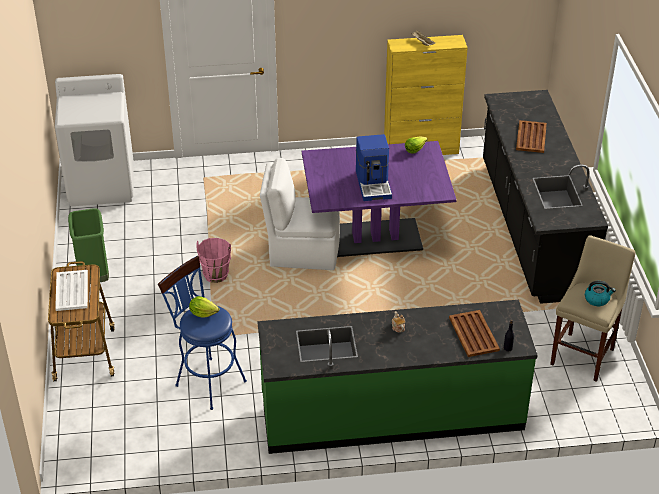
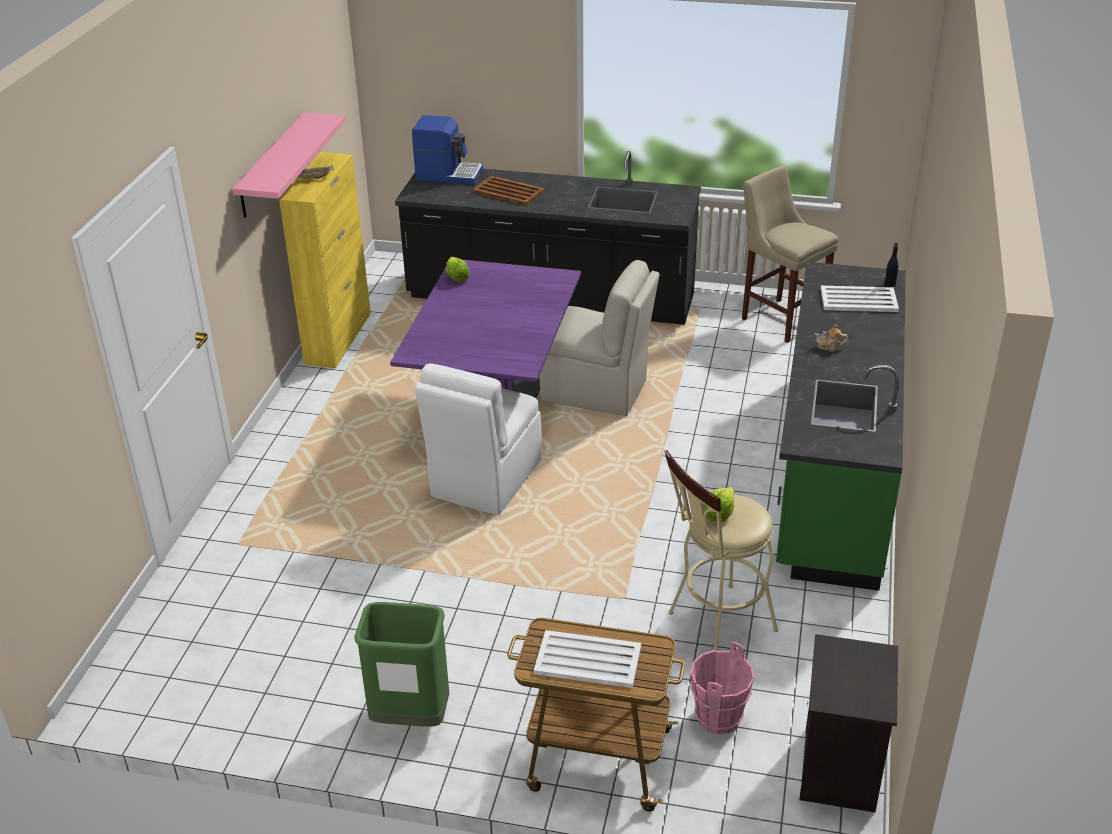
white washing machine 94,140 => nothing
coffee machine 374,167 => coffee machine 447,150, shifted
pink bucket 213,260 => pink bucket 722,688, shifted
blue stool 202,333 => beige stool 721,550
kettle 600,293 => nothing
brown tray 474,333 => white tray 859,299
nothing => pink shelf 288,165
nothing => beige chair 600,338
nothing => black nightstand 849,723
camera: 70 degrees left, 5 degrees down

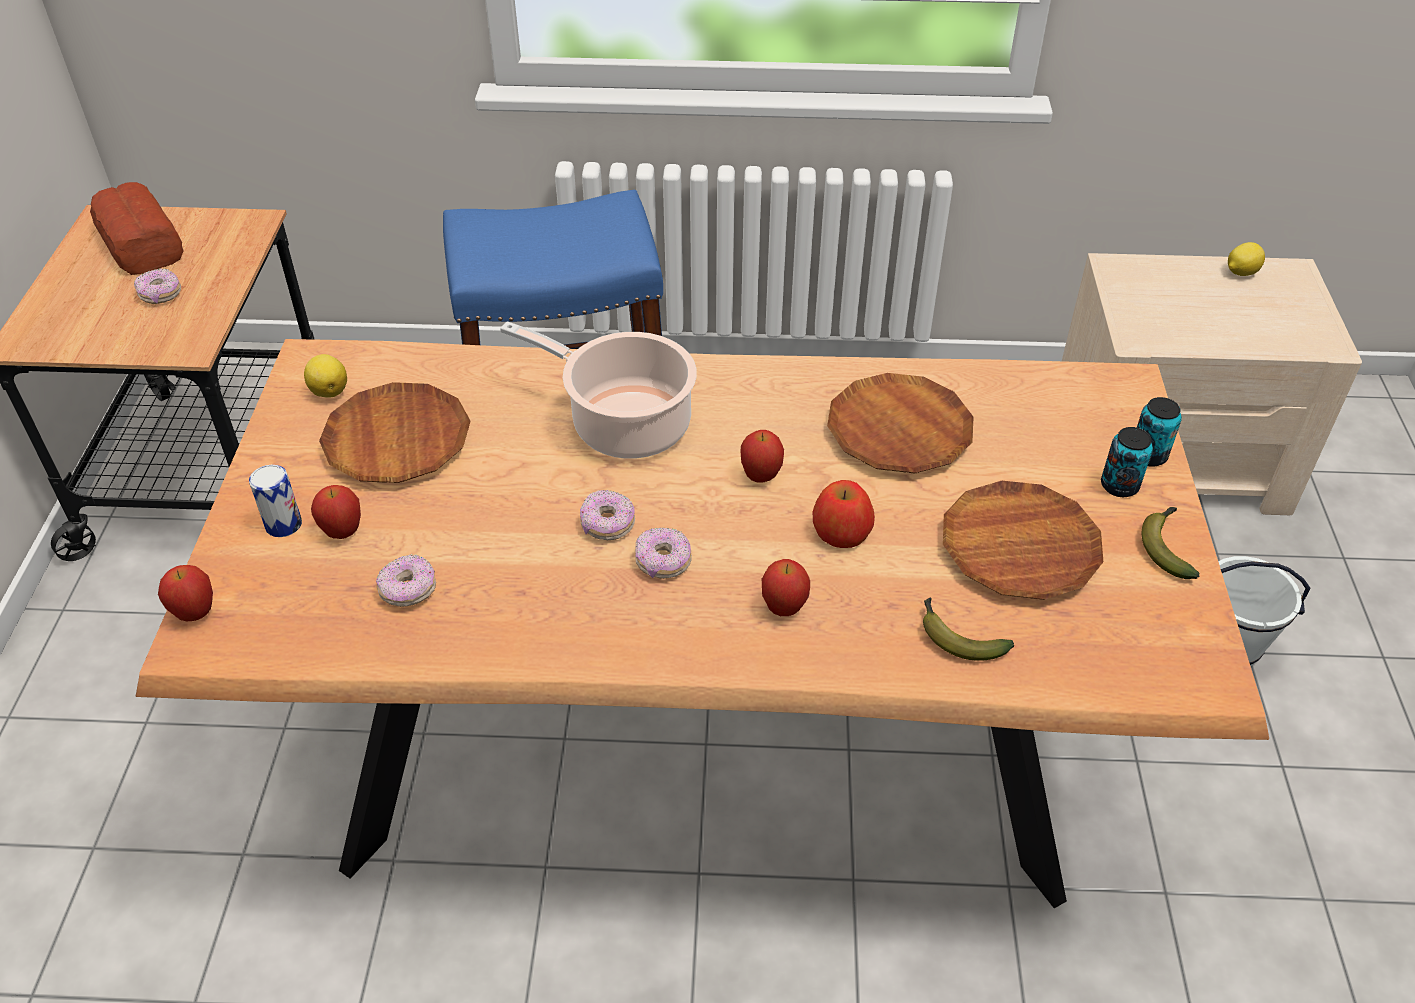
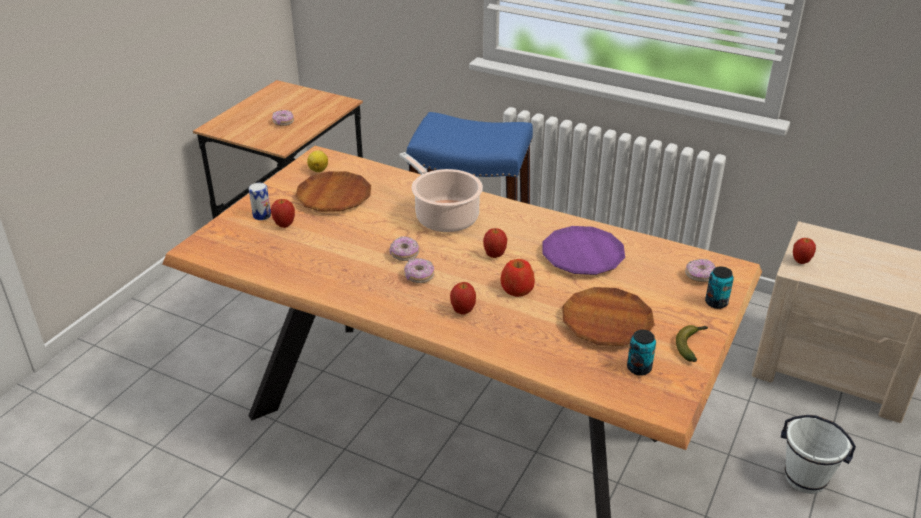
bread 137,228 => nothing
lemon 1246,259 => nothing
brown plate 900,423 => purple plate 583,250
can 1127,462 => can 641,353, shifted
donut 406,580 => donut 700,270, shifted
apple 185,593 => apple 804,251, shifted
banana 968,629 => nothing
camera: 25 degrees right, 10 degrees down

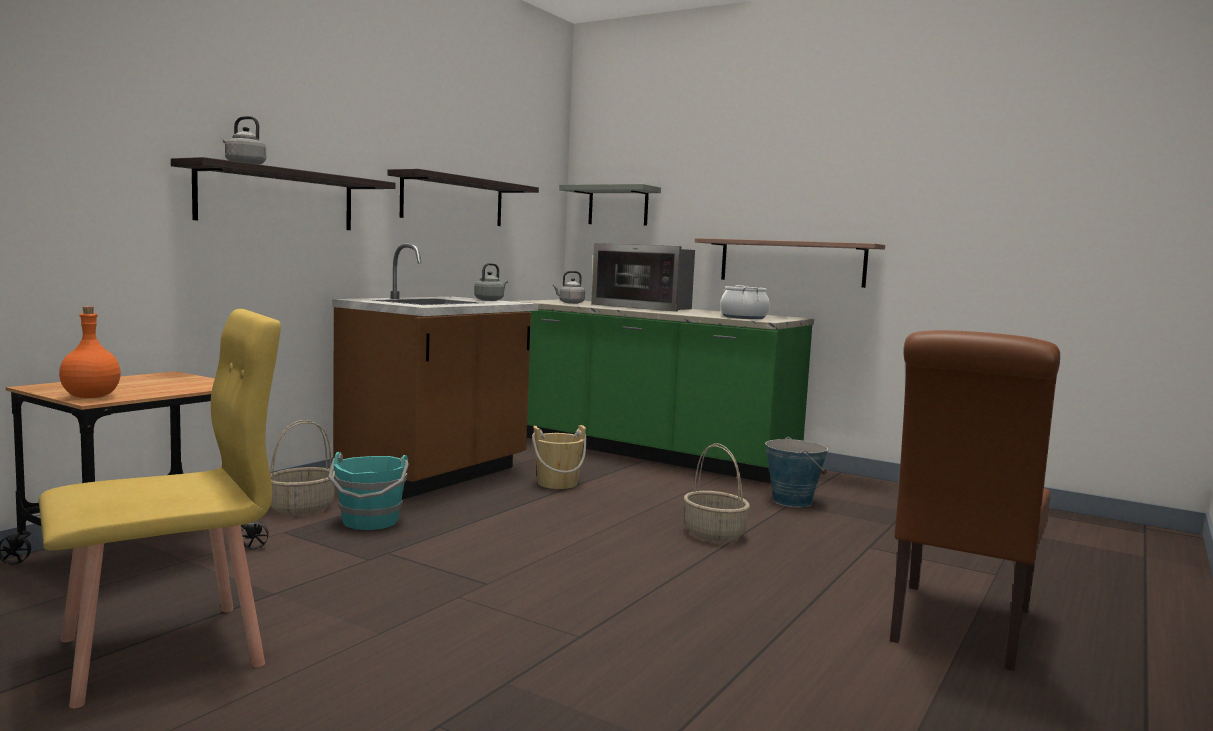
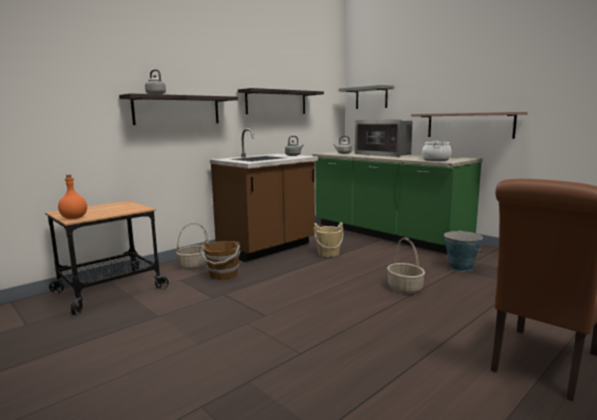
yellow chair 160,509 => nothing
turquoise bucket 368,491 => brown bucket 220,260
camera: 15 degrees right, 5 degrees up

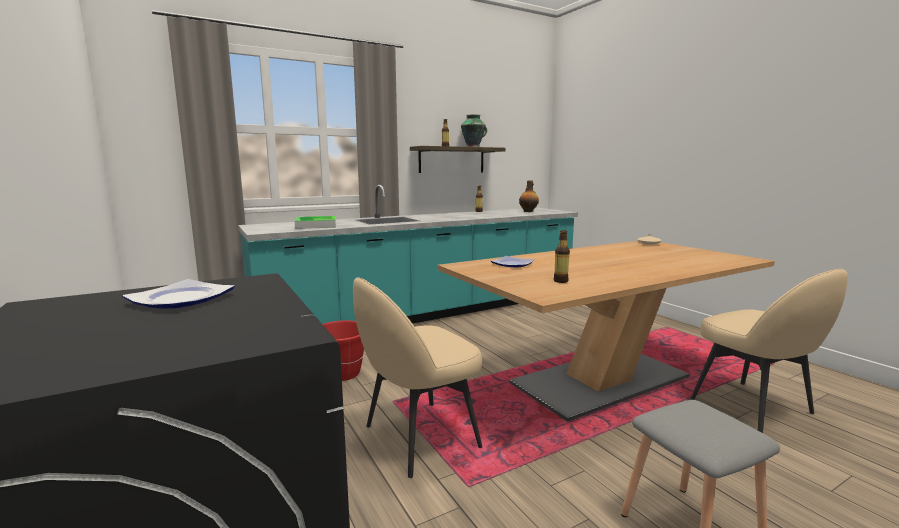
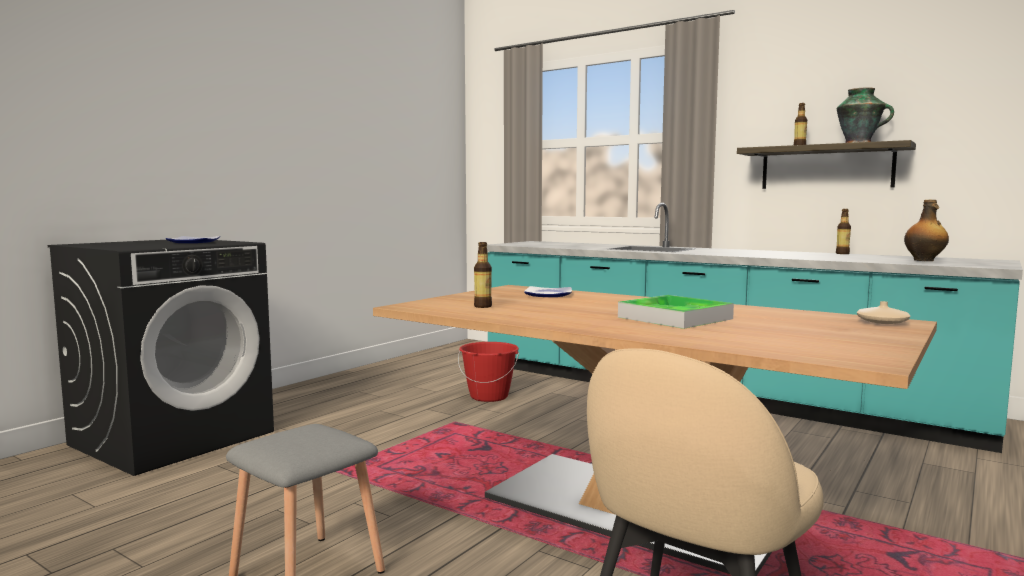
tray 315,222 => tray 676,312, shifted
beige chair 417,377 => nothing
camera: 65 degrees right, 5 degrees down

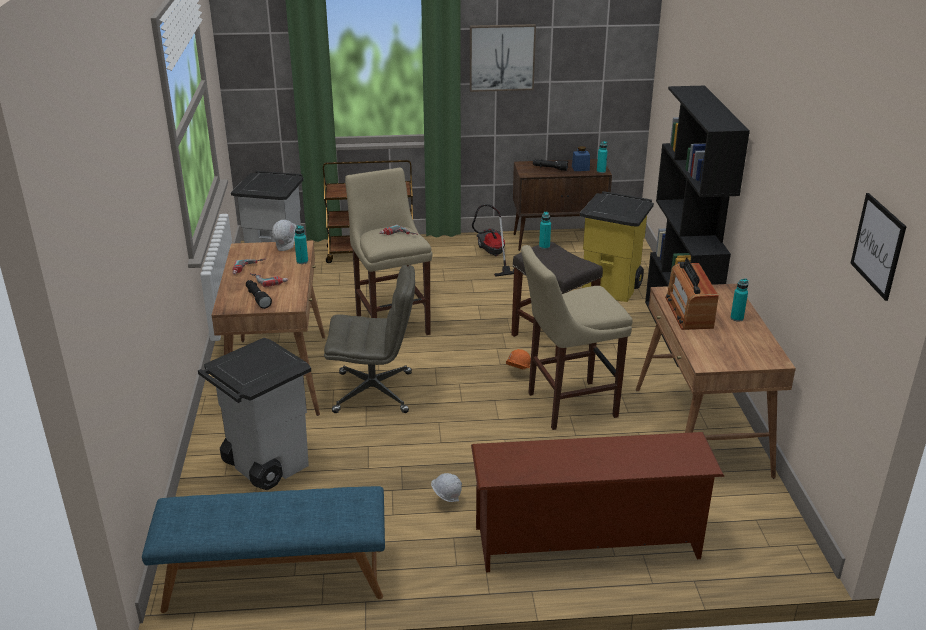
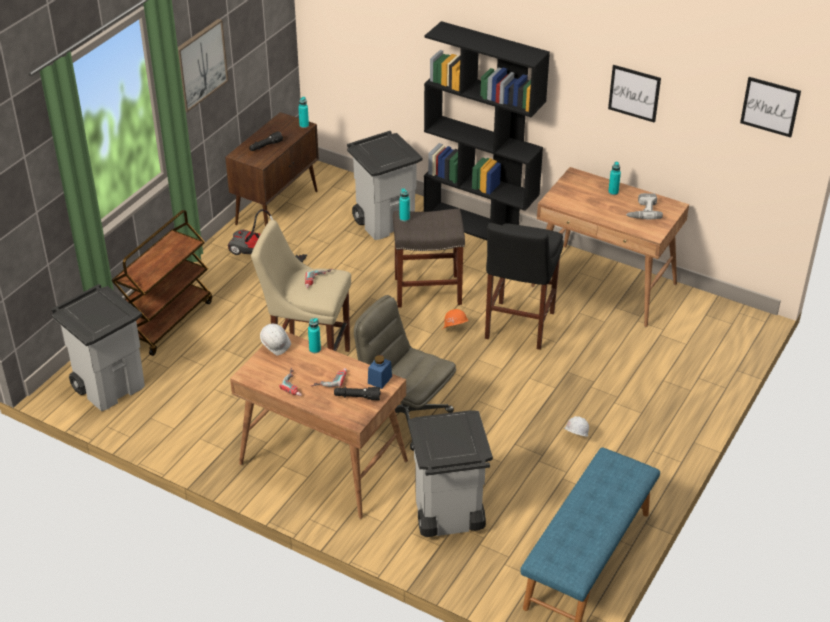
blue jar 581,158 => blue jar 380,372, shifted
yellow trash can 617,246 => grey trash can 384,185
beige stool 577,337 => black stool 524,286
radio 692,293 => nothing
grey office chair 369,339 => grey office chair 405,373, 90 degrees counterclockwise
brown shoe rack 598,502 => nothing
nothing => picture 634,94
nothing => power drill 644,206
camera: 55 degrees left, 10 degrees up

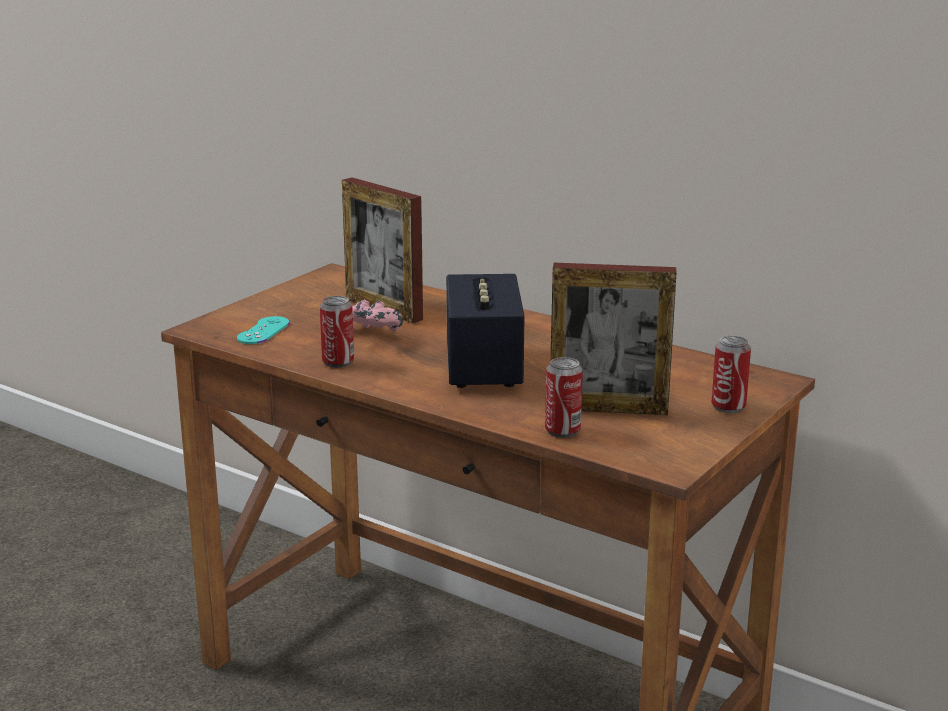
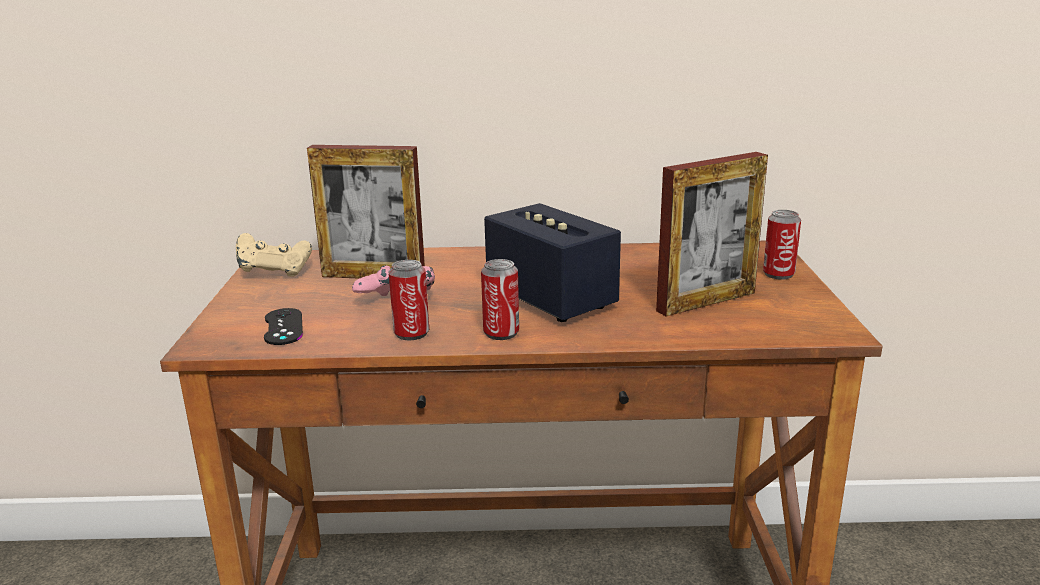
turquoise game controller 263,330 => black game controller 283,326
can 564,397 => can 500,299, shifted
nothing => beige game controller 274,255
camera: 35 degrees left, 0 degrees up

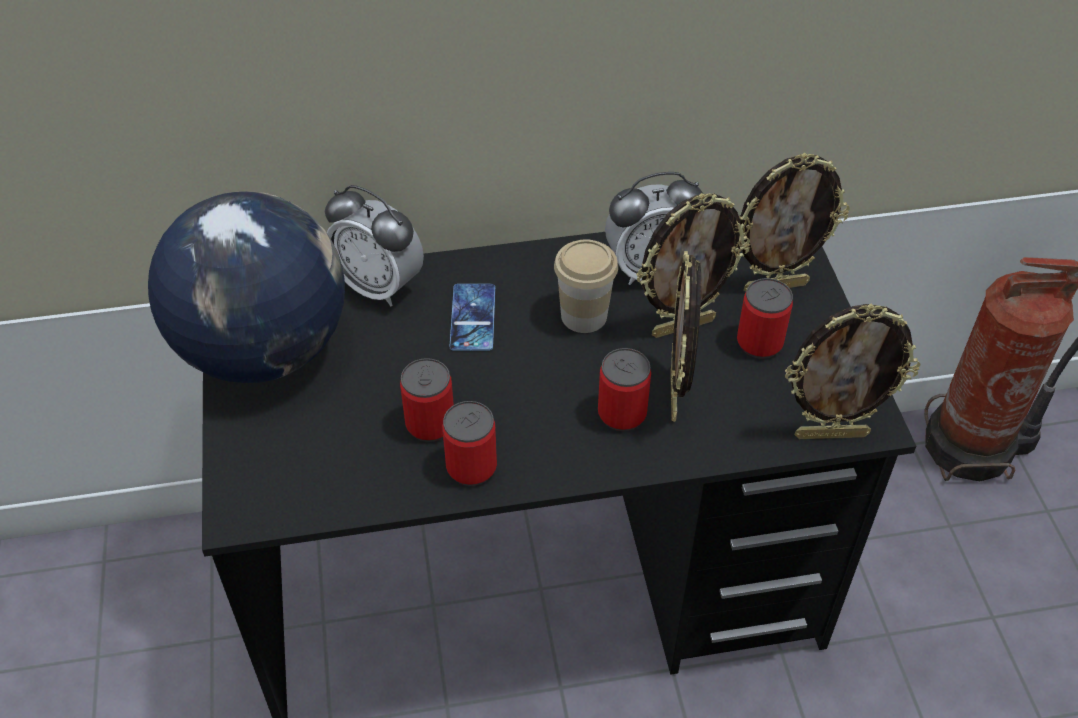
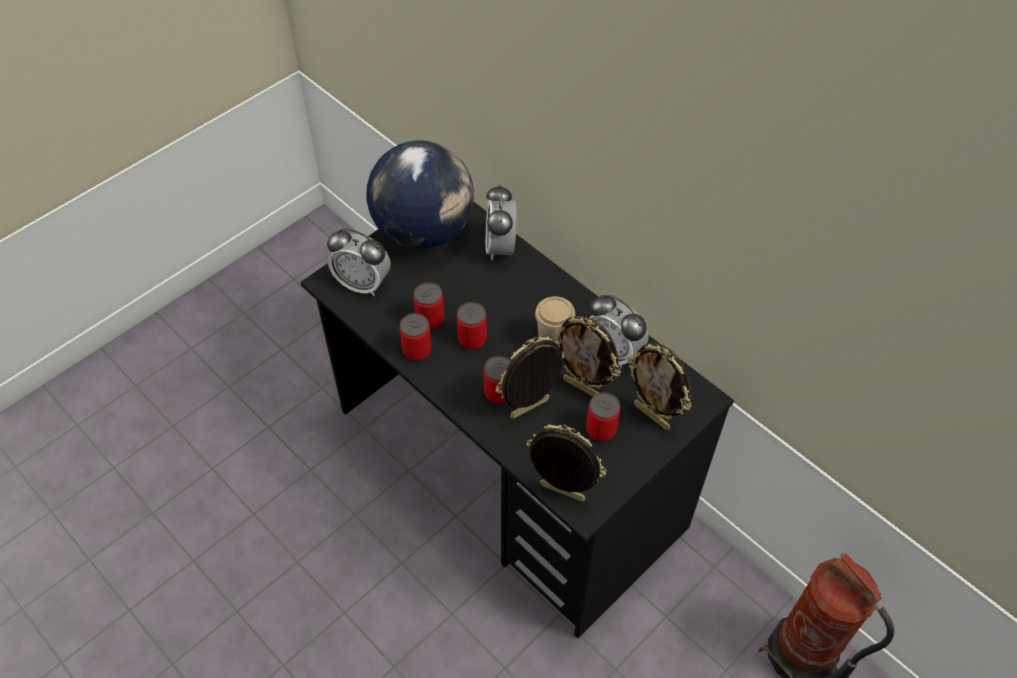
phone 472,317 => nothing
picture frame 852,371 => picture frame 566,463, 150 degrees clockwise
nothing => alarm clock 359,262
nothing => can 472,326
camera: 55 degrees right, 5 degrees up

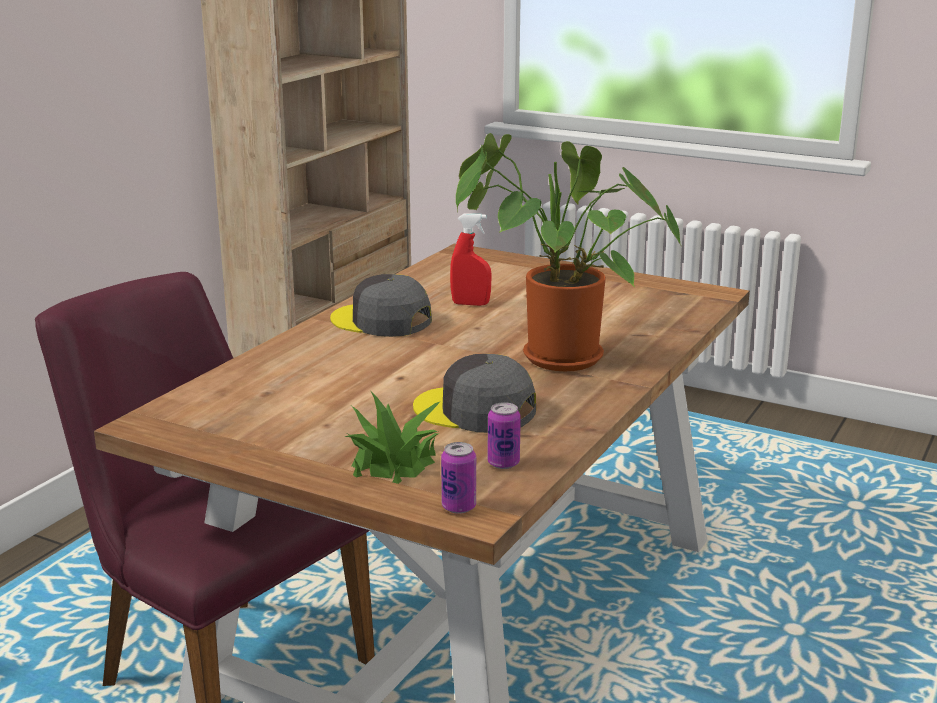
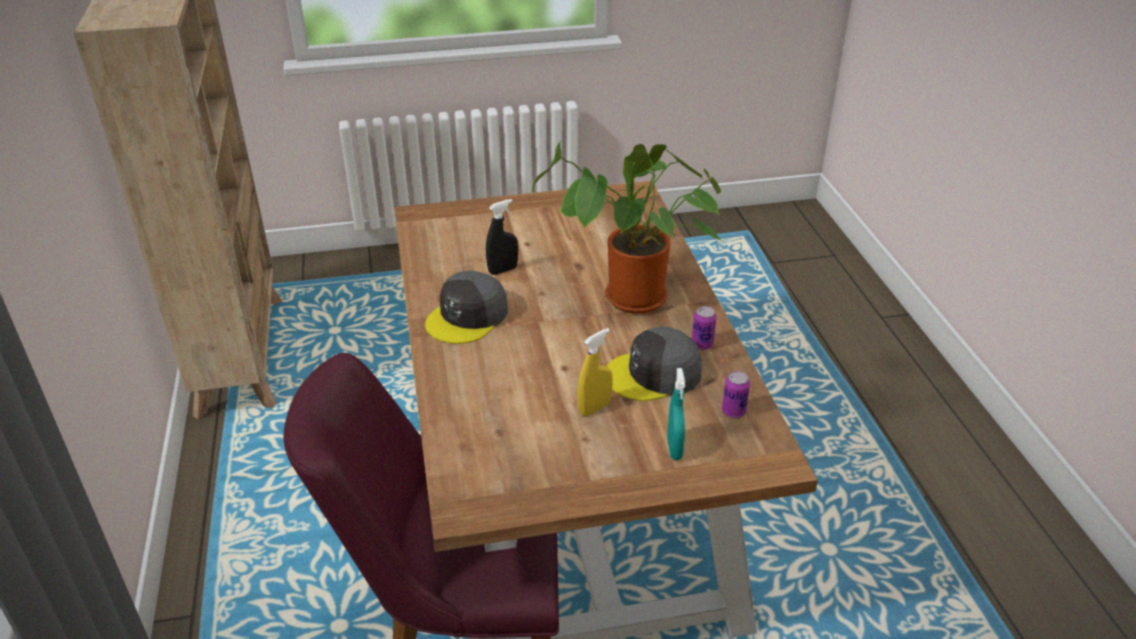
red spray bottle 471,259 => black spray bottle 502,237
grey cap 381,305 => grey cap 466,307, 45 degrees counterclockwise
potted plant 393,437 => turquoise spray bottle 676,414
can 458,478 => can 704,328, shifted
nothing => yellow spray bottle 595,372
camera: 40 degrees left, 15 degrees up

